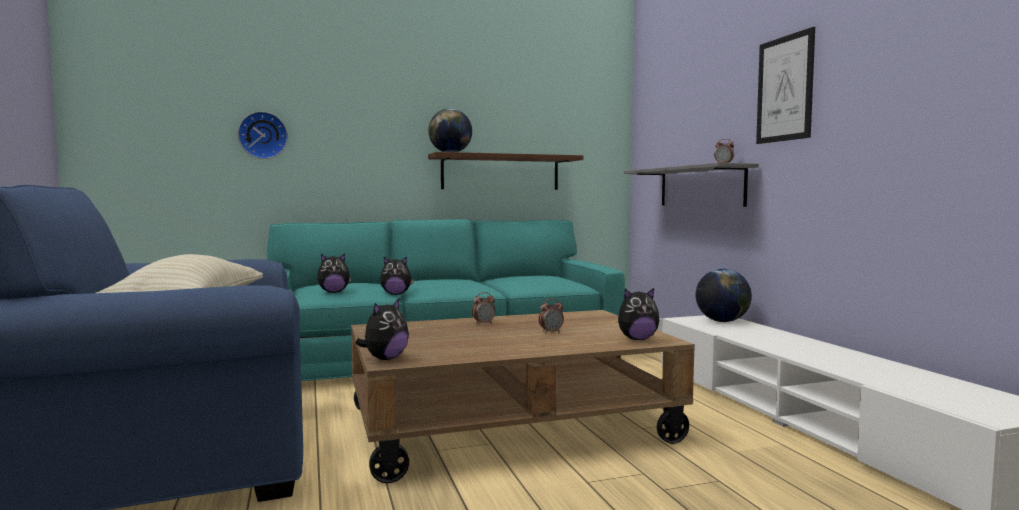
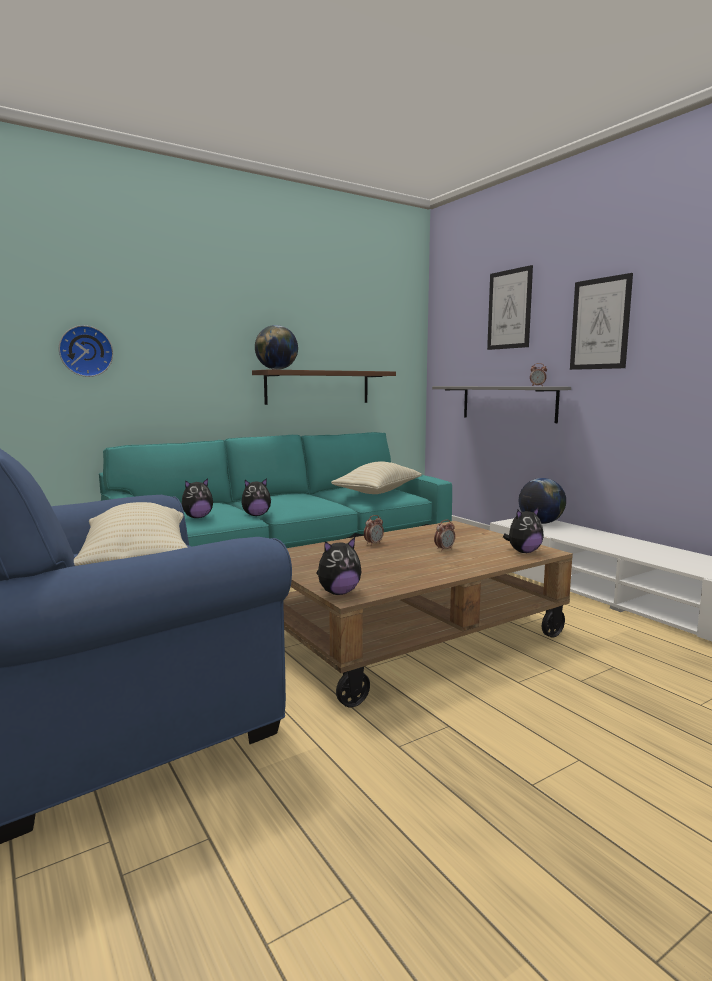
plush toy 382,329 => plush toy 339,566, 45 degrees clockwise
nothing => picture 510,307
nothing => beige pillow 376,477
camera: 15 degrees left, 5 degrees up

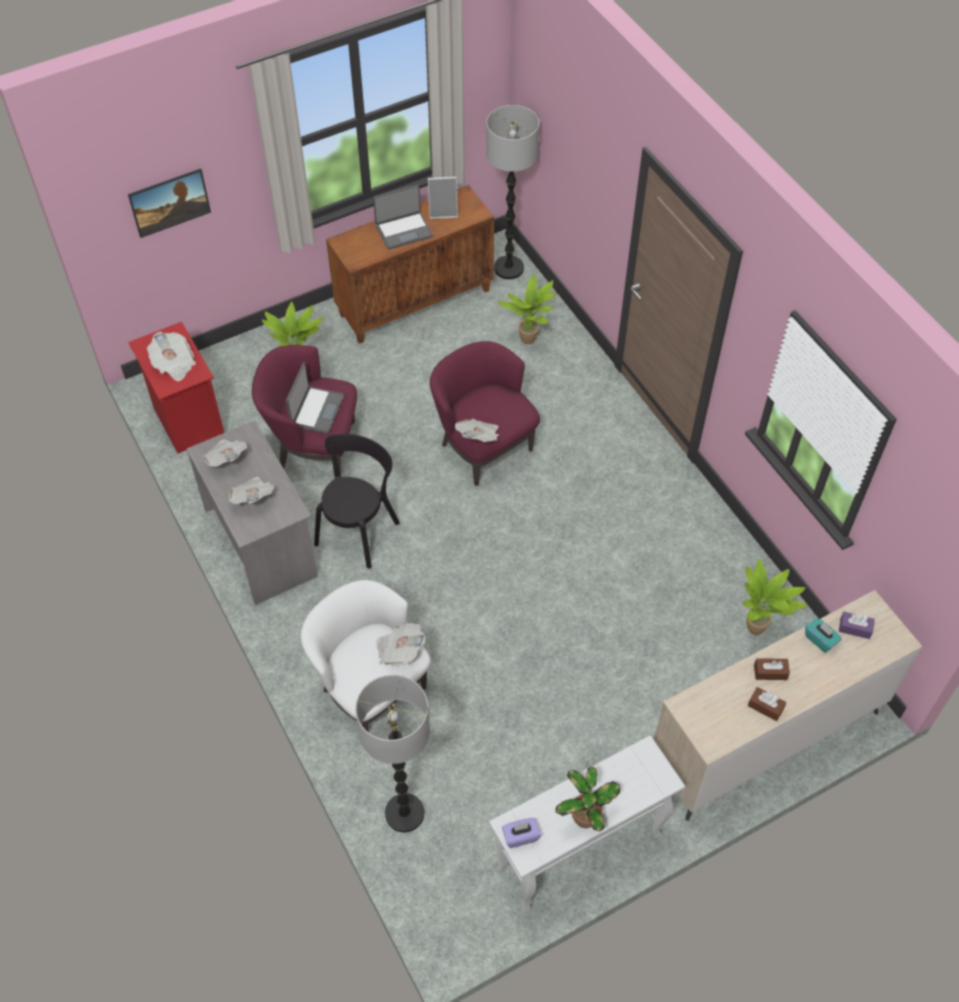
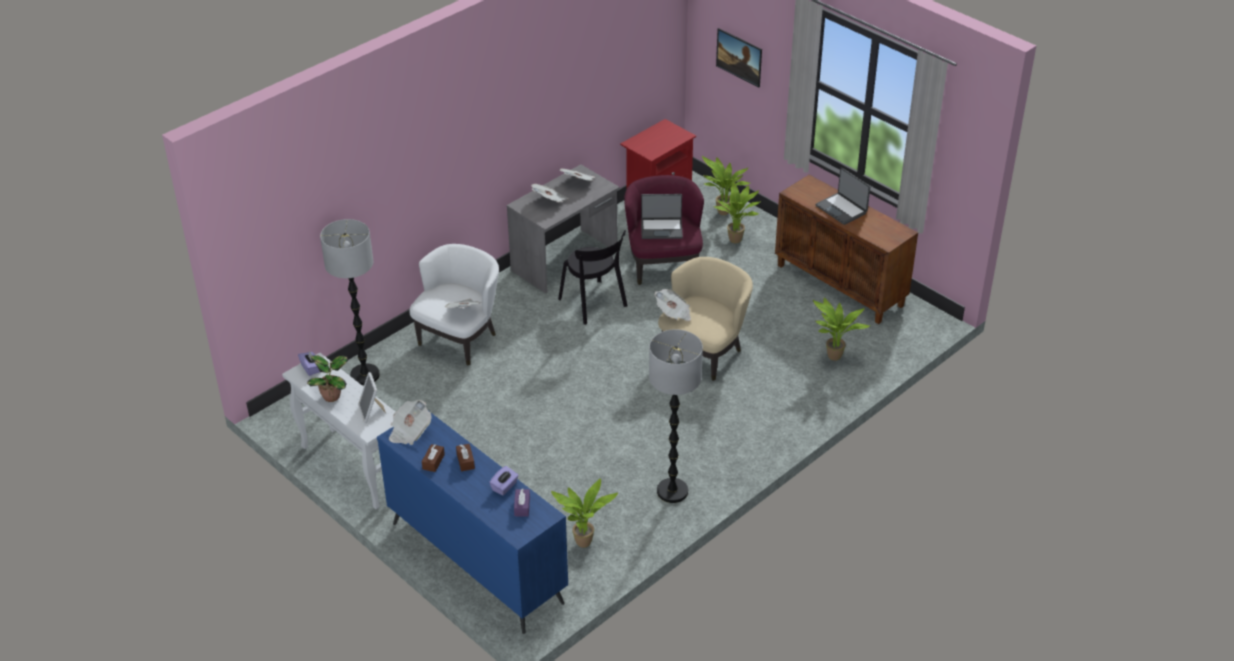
floor lamp 512,192 => floor lamp 676,416, shifted
picture frame 443,197 => picture frame 372,397, shifted
newspaper 171,356 => newspaper 410,422, shifted
purple armchair 485,413 => beige armchair 705,319
black chair 357,501 => black chair 592,277, 45 degrees clockwise
beige dresser 788,705 => blue dresser 472,523
turquoise tissue box 823,635 => purple tissue box 504,481
nothing => potted plant 726,185
camera: 75 degrees right, 15 degrees down

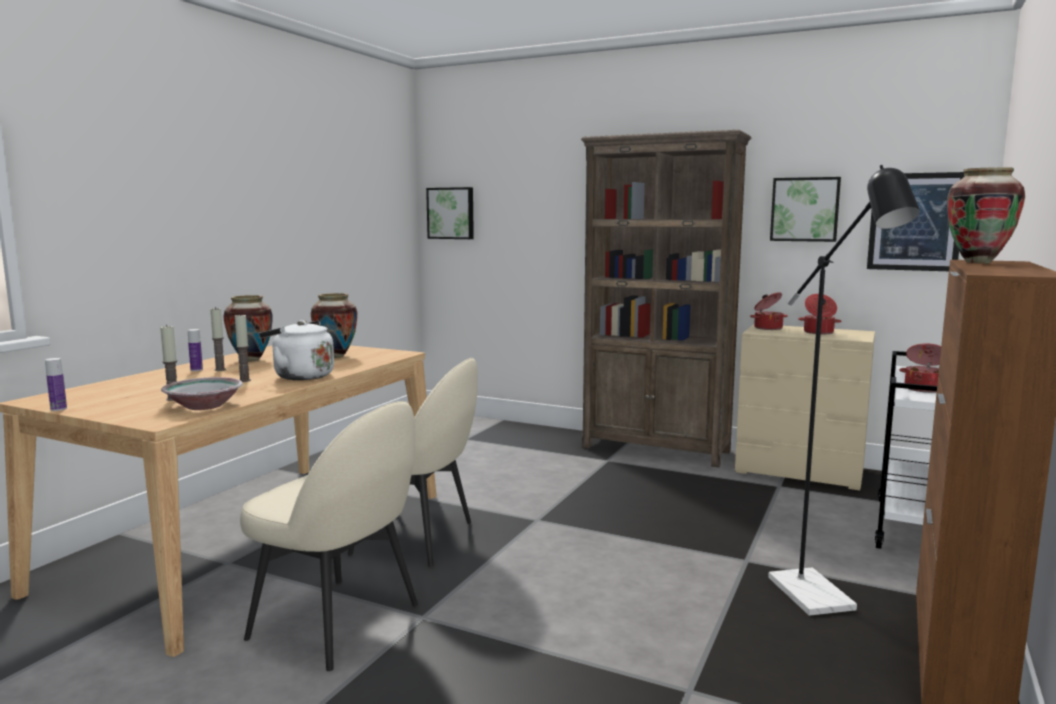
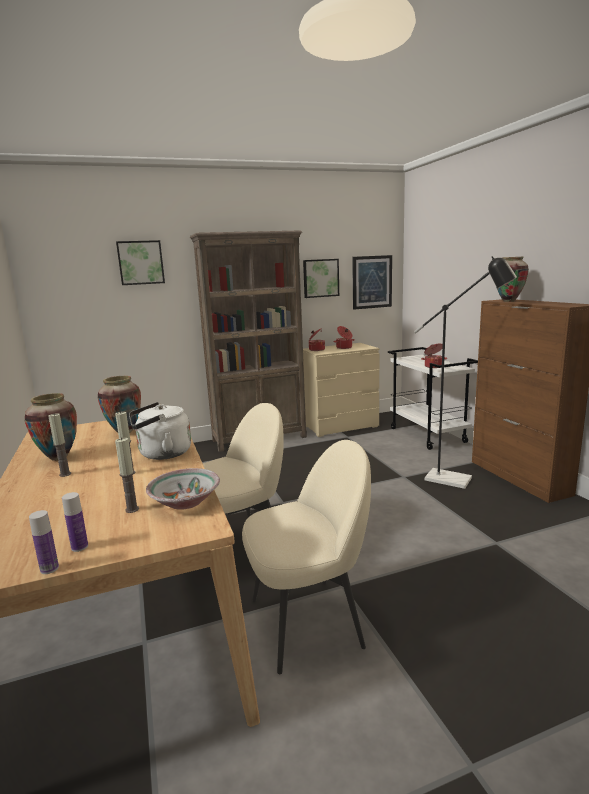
picture 450,213 => picture 140,262, shifted
bottle 195,350 => bottle 75,522, shifted
camera: 45 degrees left, 5 degrees up

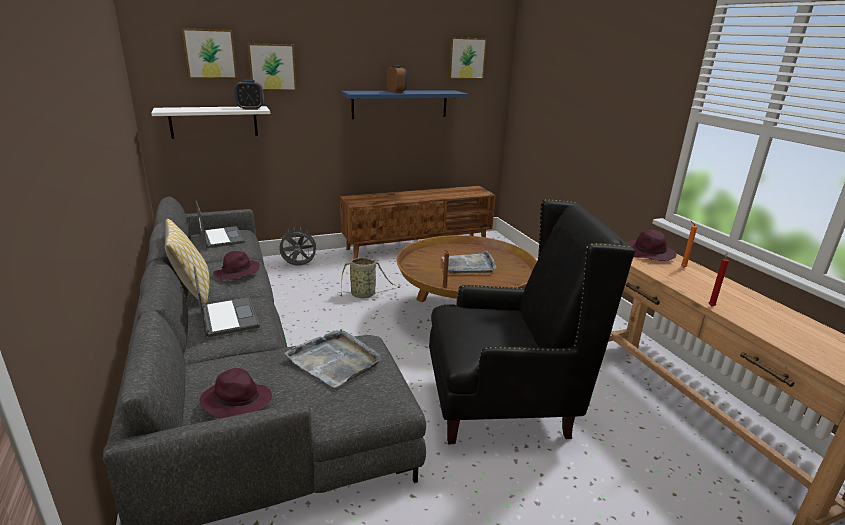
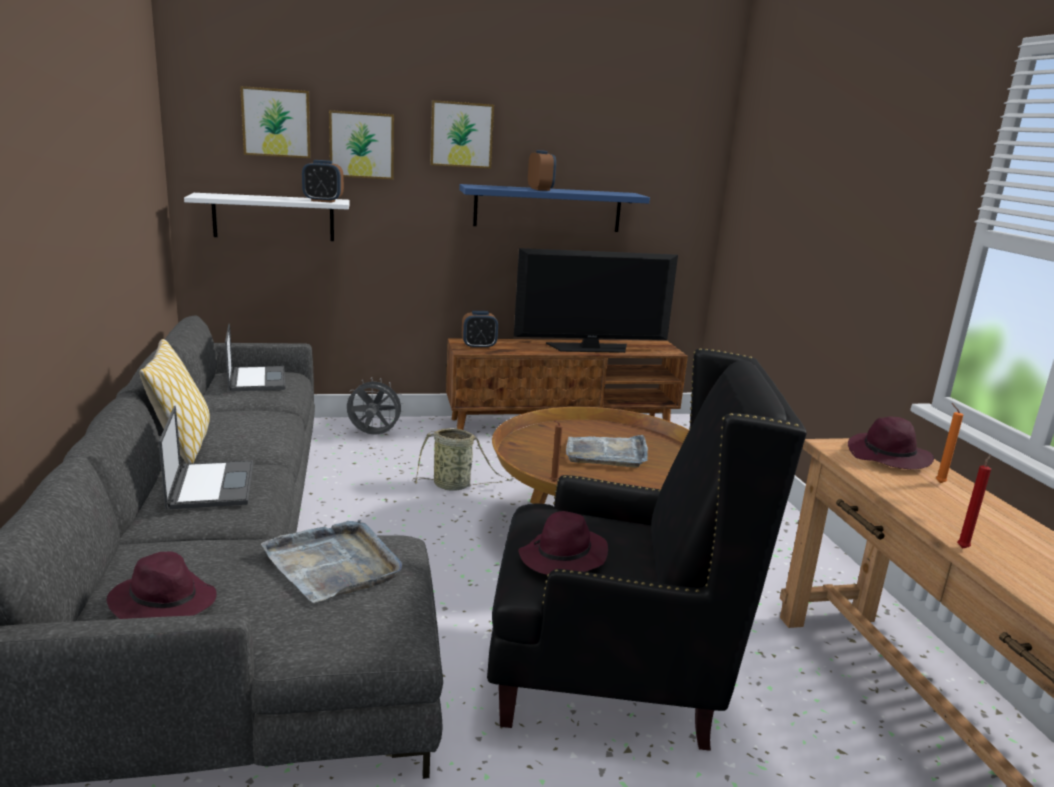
picture 467,58 => picture 462,134, shifted
purple hat 236,265 => purple hat 563,543, shifted
nothing => television 596,300
nothing => alarm clock 480,330
camera: 10 degrees right, 5 degrees down

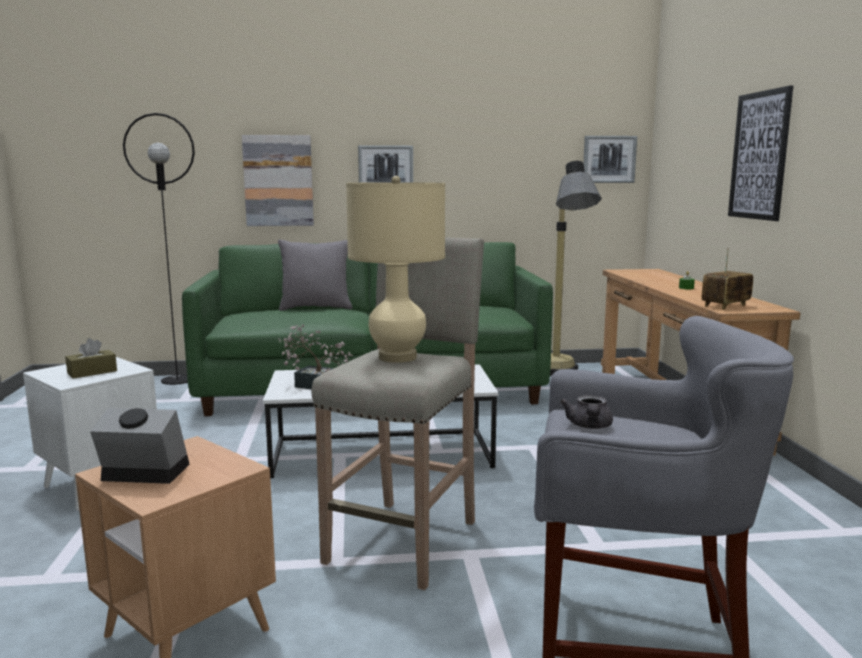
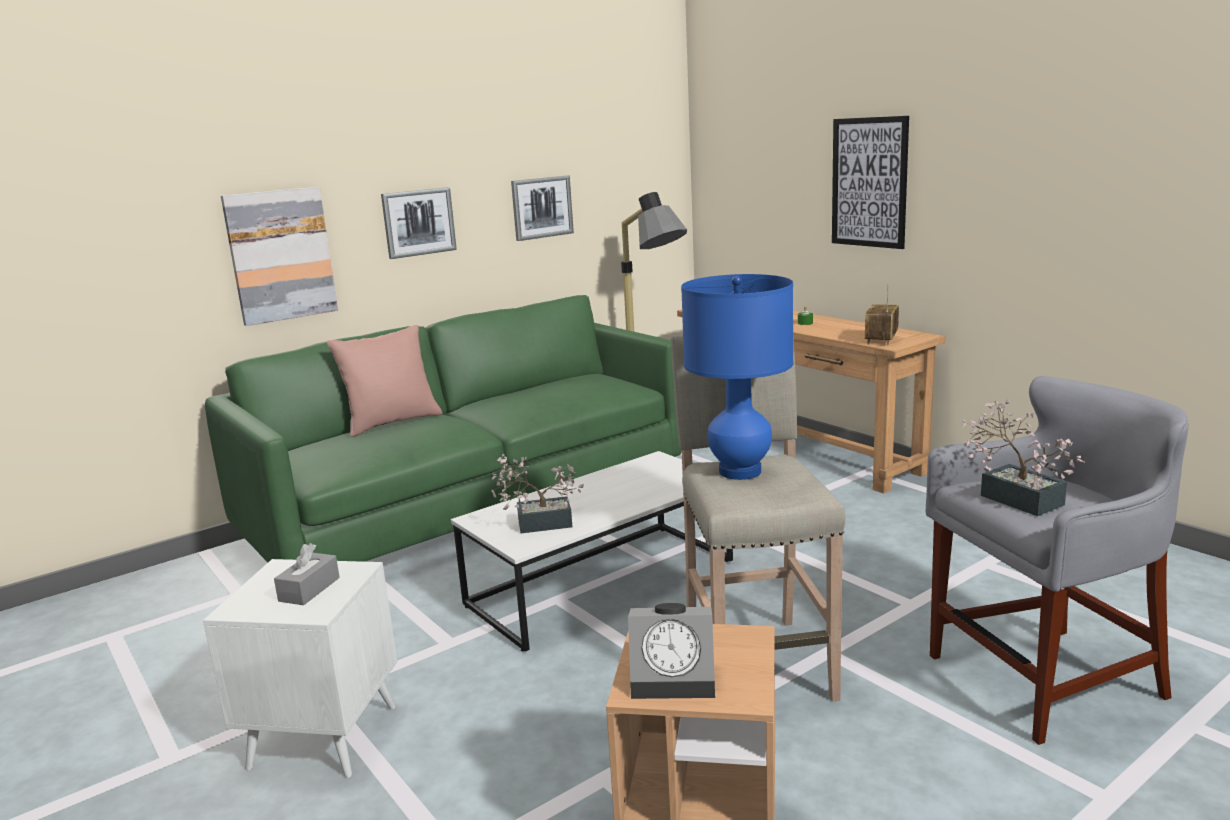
black floor lamp 159,249 => nothing
picture 610,159 => picture 542,208, shifted
beige table lamp 395,269 => blue table lamp 737,377
grey pillow 315,275 => pink pillow 384,381
brown tissue box 91,358 => grey tissue box 307,574
grey teapot 586,412 => potted plant 1024,458
alarm clock 140,446 => alarm clock 671,651, 150 degrees counterclockwise
camera: 30 degrees left, 5 degrees up

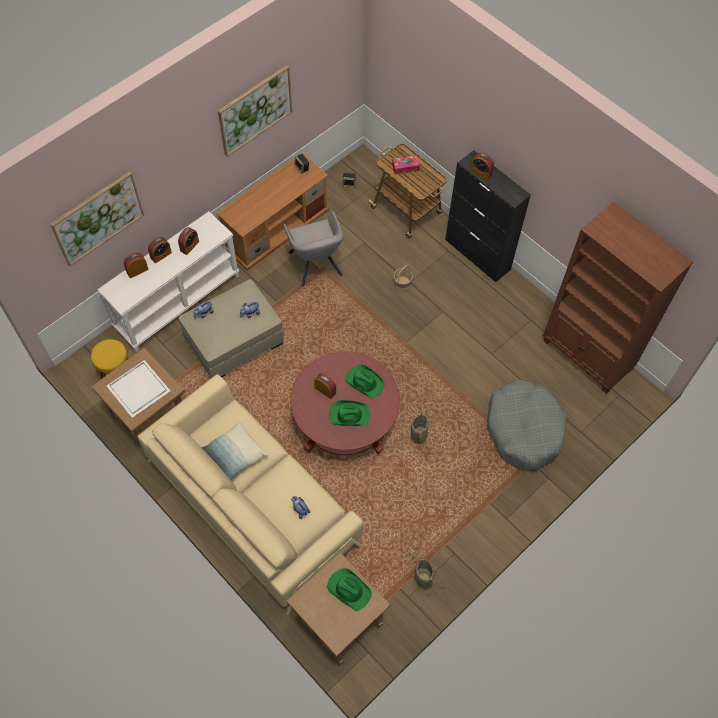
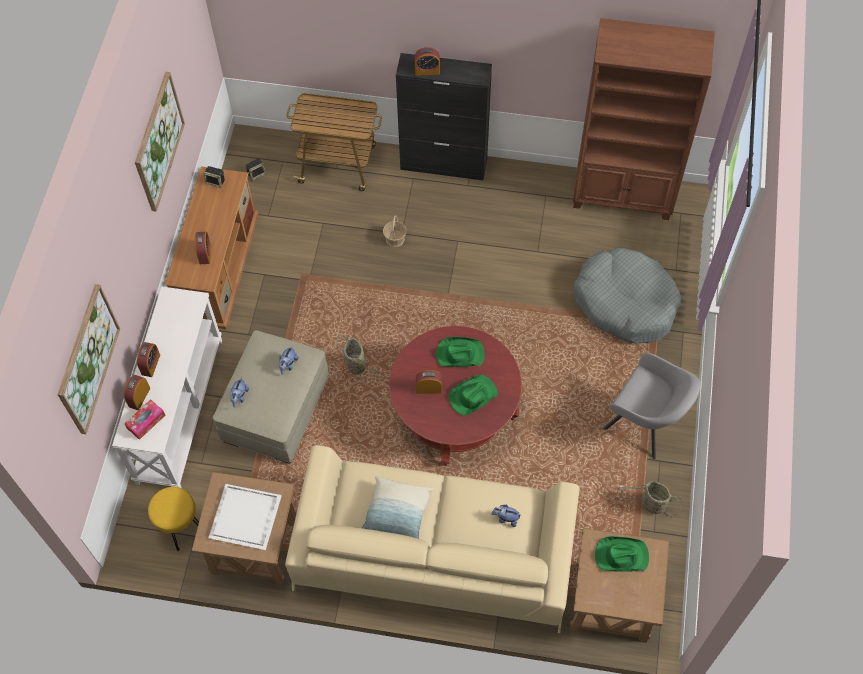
tissue box 406,164 => tissue box 145,419, shifted
grey armchair 313,249 => grey armchair 651,406, shifted
alarm clock 188,241 => alarm clock 203,248, shifted
basket 420,430 => basket 357,359, shifted
camera: 35 degrees left, 0 degrees up

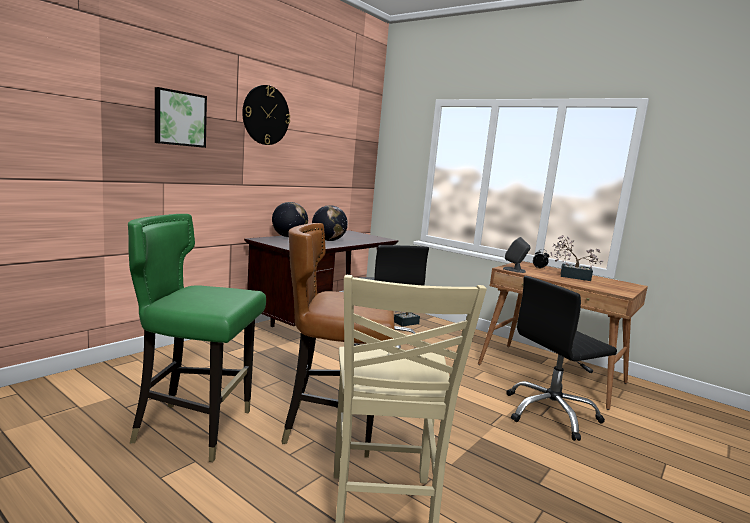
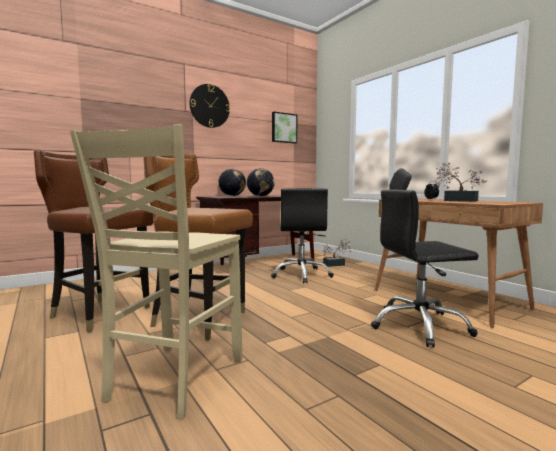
picture 181,117 => picture 284,128, shifted
green chair 197,338 => brown chair 93,241
camera: 20 degrees right, 5 degrees down

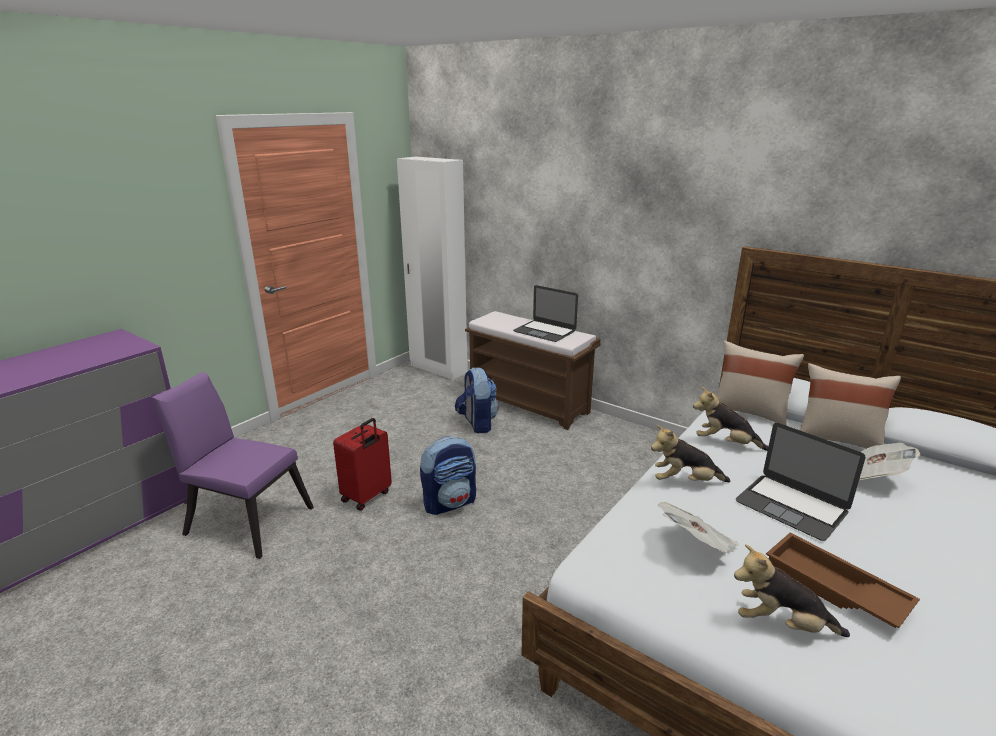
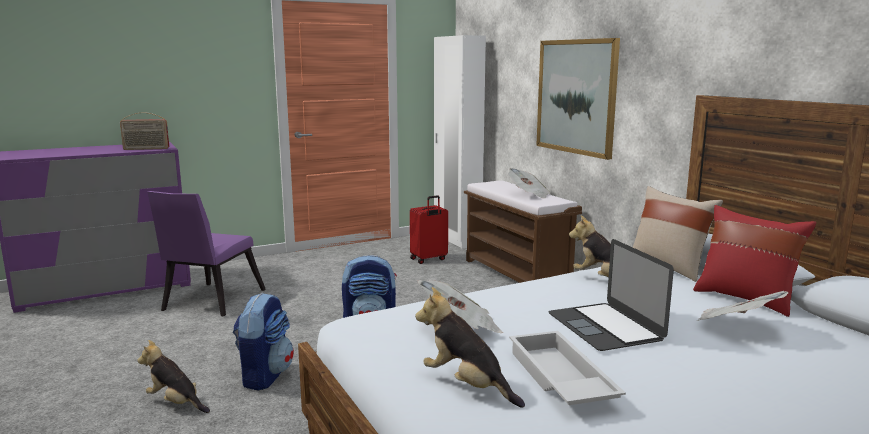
laptop 545,313 => newspaper 529,183
beige pillow 850,406 => red pillow 754,261
backpack 476,400 => backpack 263,342, shifted
purple chair 232,465 => purple chair 206,253, 120 degrees counterclockwise
red suitcase 362,464 => red suitcase 429,229, shifted
plush toy 690,453 => plush toy 173,376, shifted
brown tray 843,580 => white tray 567,368
nothing => picture 578,99
nothing => radio 144,131
camera: 25 degrees right, 10 degrees down

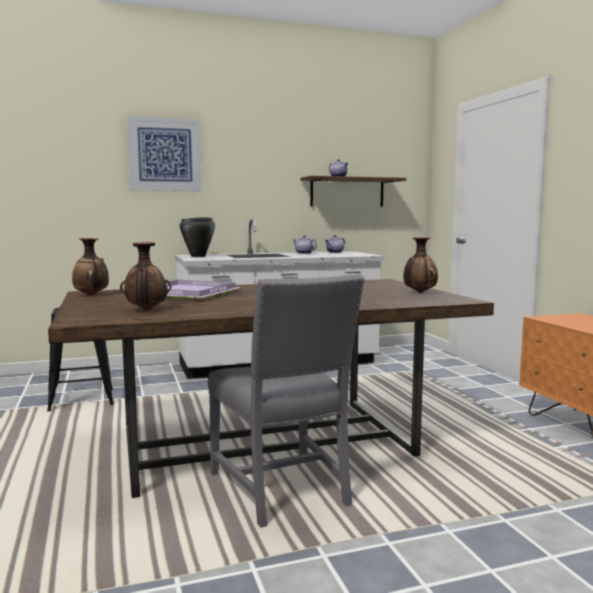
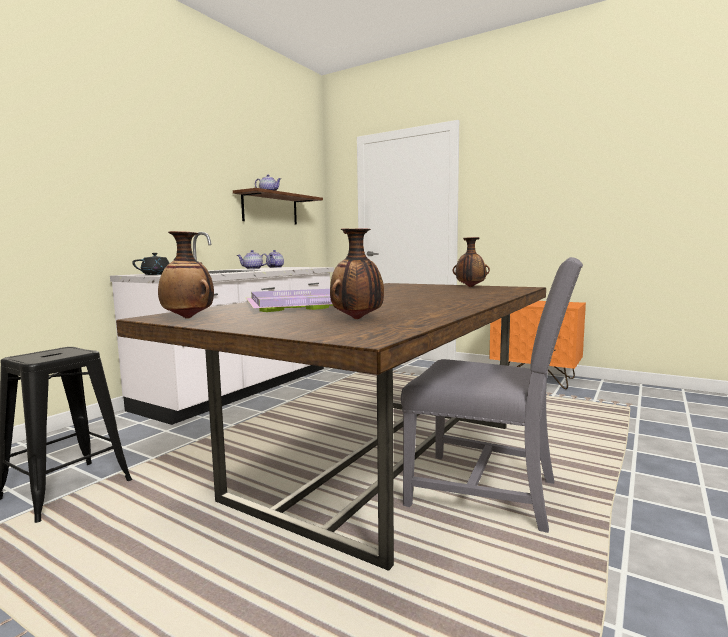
picture 164,153 => nothing
black cooking pot 197,237 => black teapot 154,264
camera: 40 degrees left, 0 degrees up

